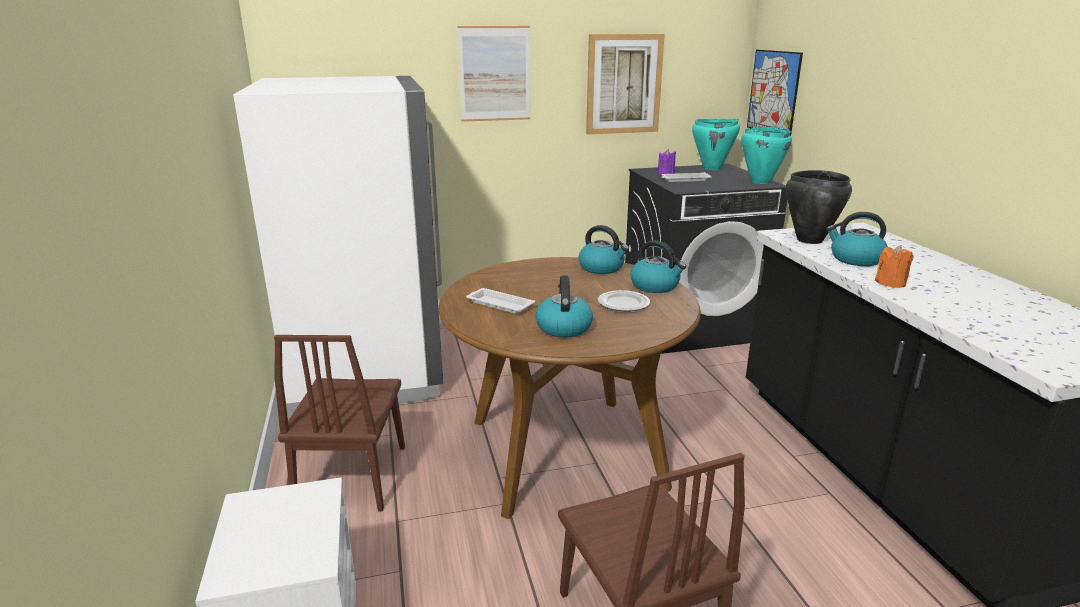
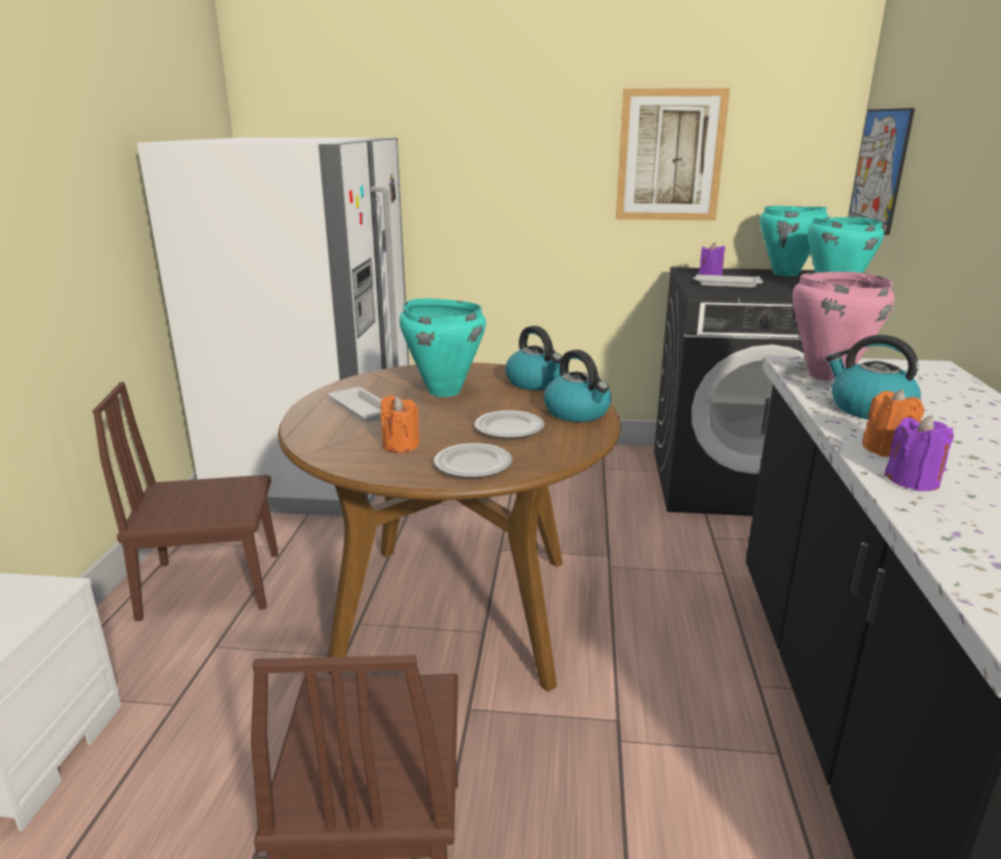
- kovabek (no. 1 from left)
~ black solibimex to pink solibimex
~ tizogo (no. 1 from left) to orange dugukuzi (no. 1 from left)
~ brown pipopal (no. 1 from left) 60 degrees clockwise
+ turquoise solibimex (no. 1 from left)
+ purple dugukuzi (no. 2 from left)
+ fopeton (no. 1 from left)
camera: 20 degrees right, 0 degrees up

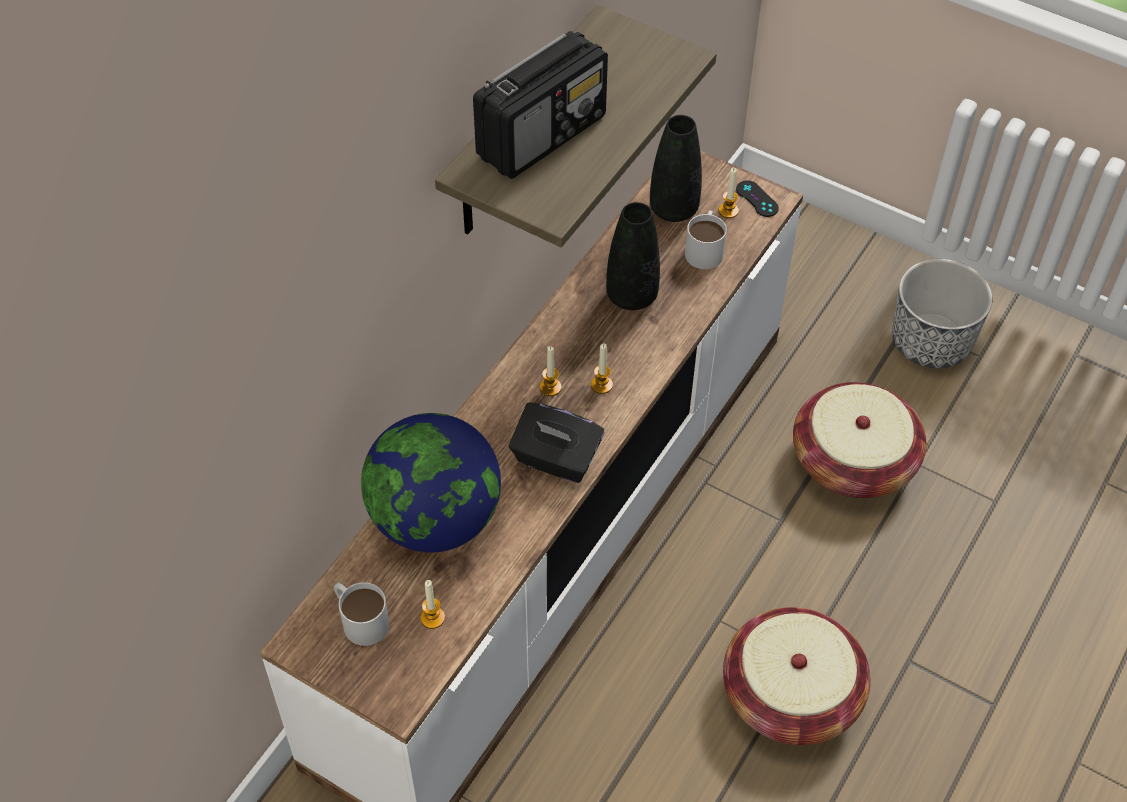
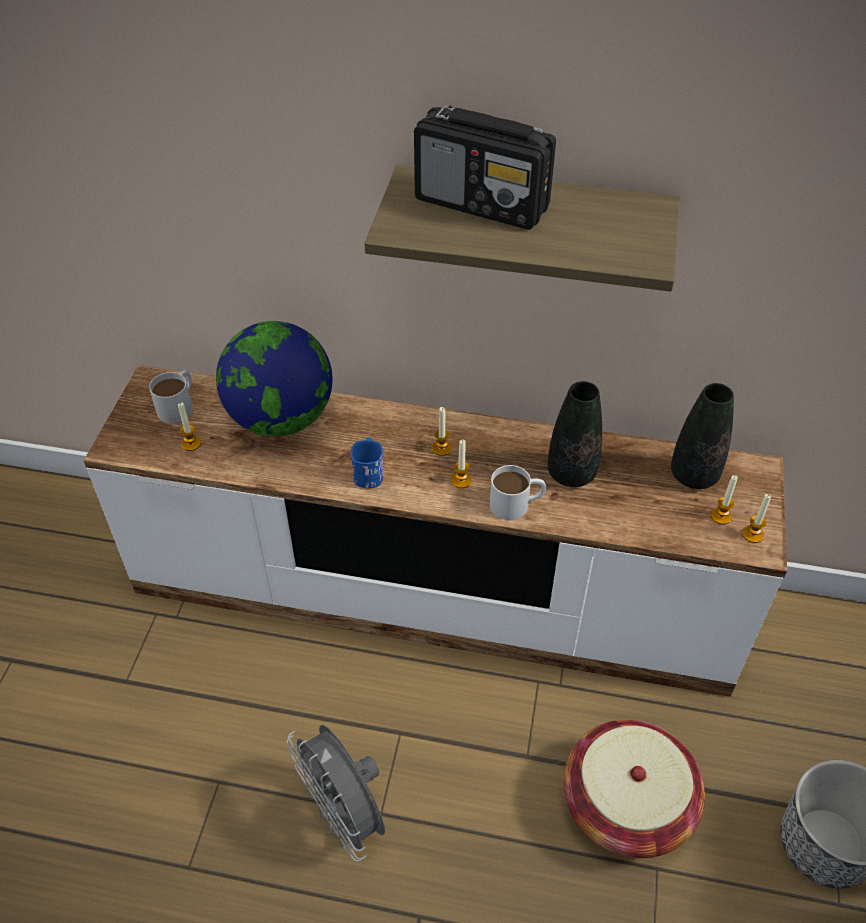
~ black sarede to dugukuzi (no. 5 from left)
~ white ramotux (no. 2 from left)
~ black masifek to blue ramotux
~ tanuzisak (no. 1 from left) to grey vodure
camera: 70 degrees right, 5 degrees down

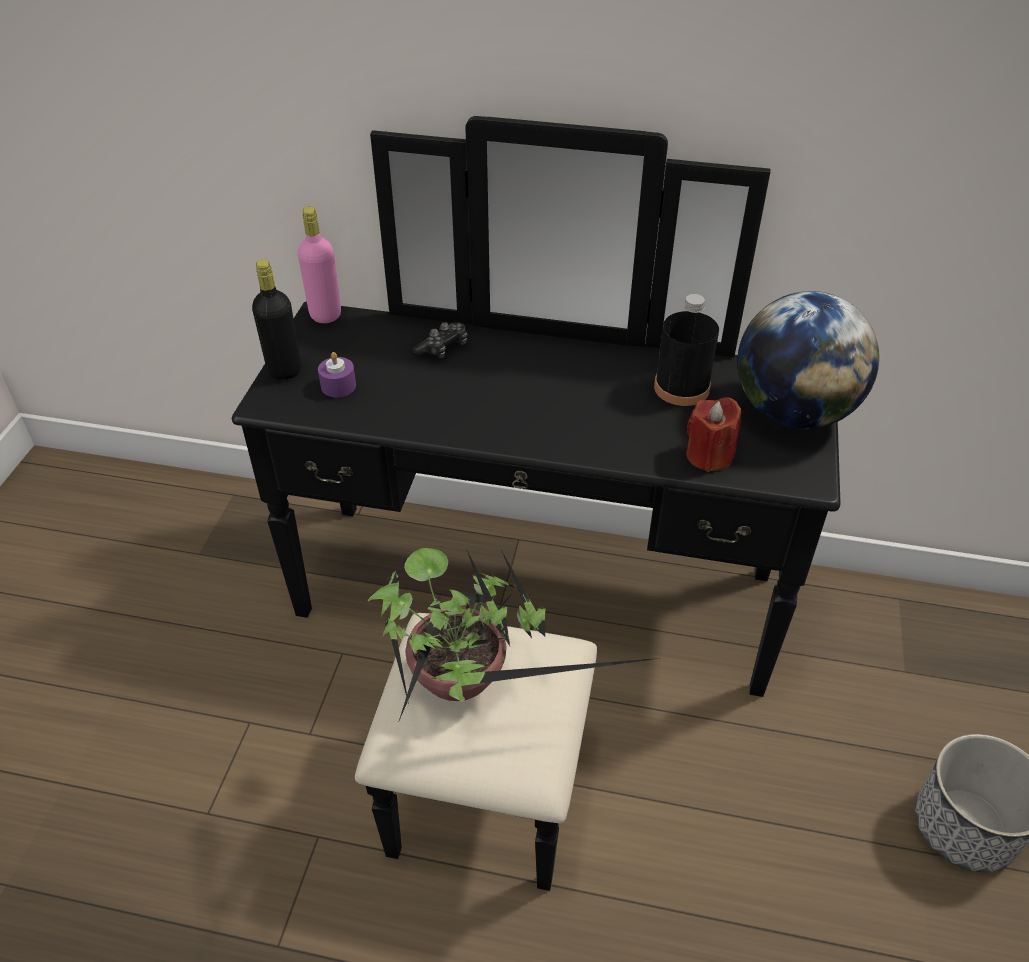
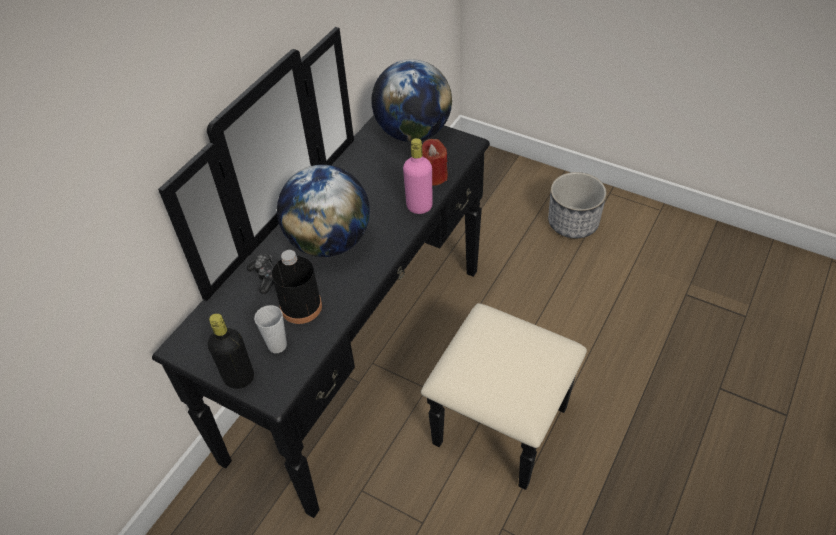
~ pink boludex
~ black boludex (no. 2 from left)
~ purple dugukuzi to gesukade
- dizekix
+ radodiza (no. 1 from left)
camera: 70 degrees left, 5 degrees up

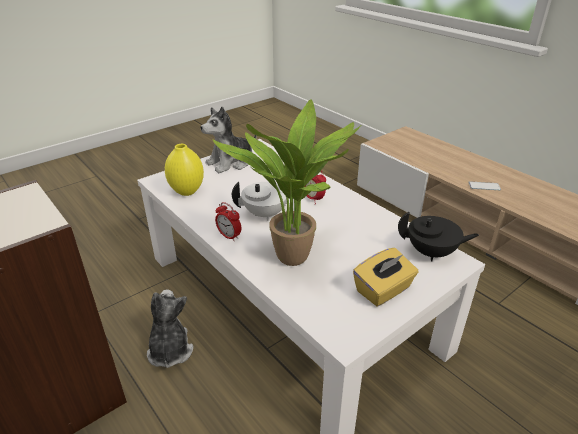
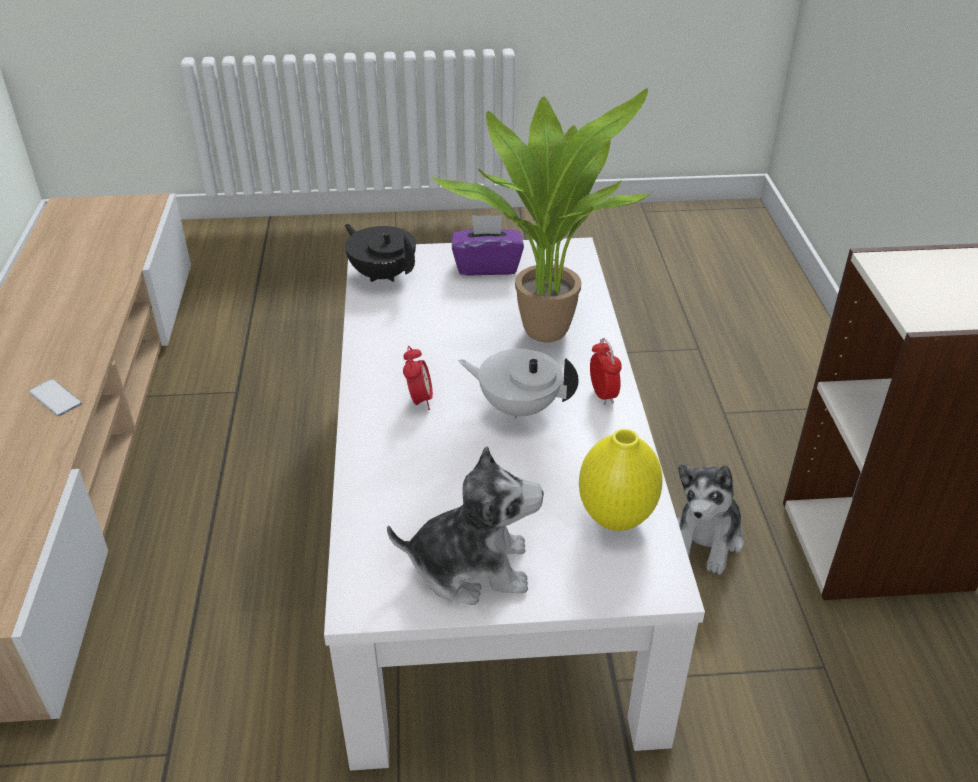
~ yellow masifek to purple masifek
camera: 145 degrees left, 5 degrees up

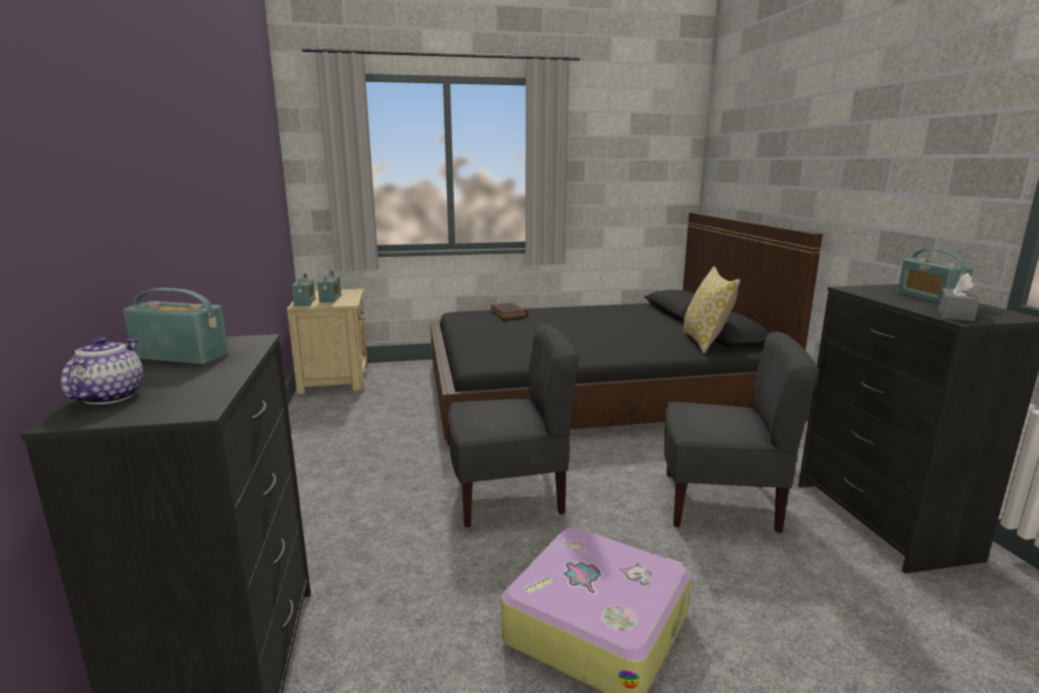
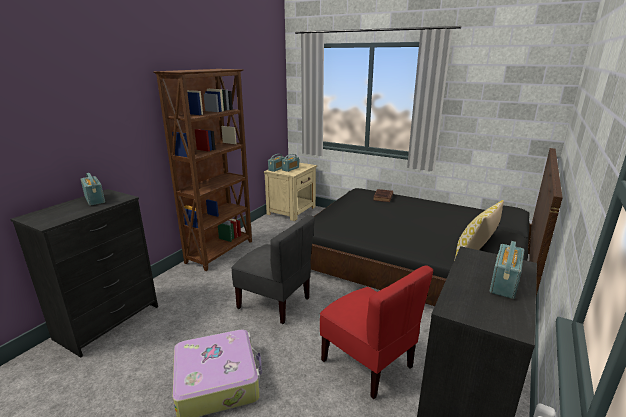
- grey masifek
~ grey pipopal (no. 2 from left) to red pipopal
- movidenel
+ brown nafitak
camera: 40 degrees right, 5 degrees up

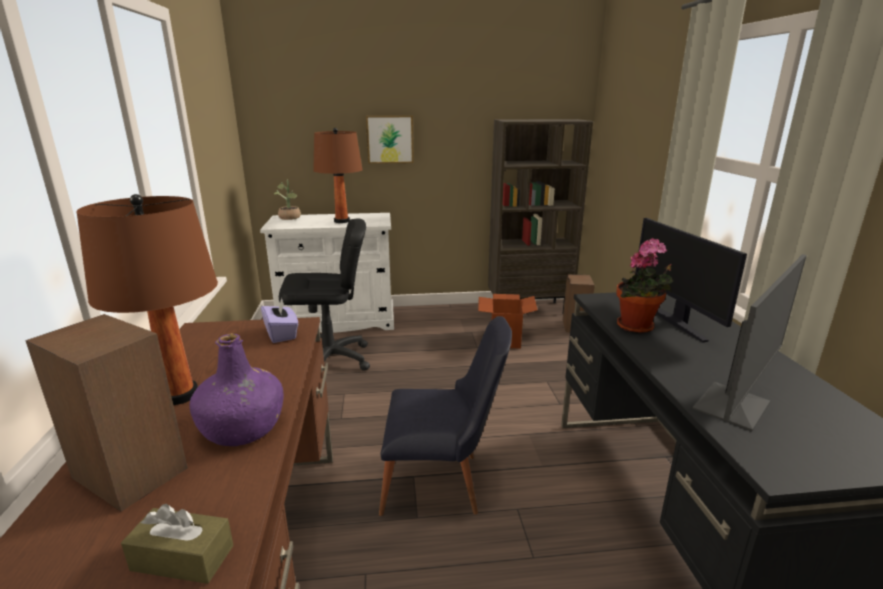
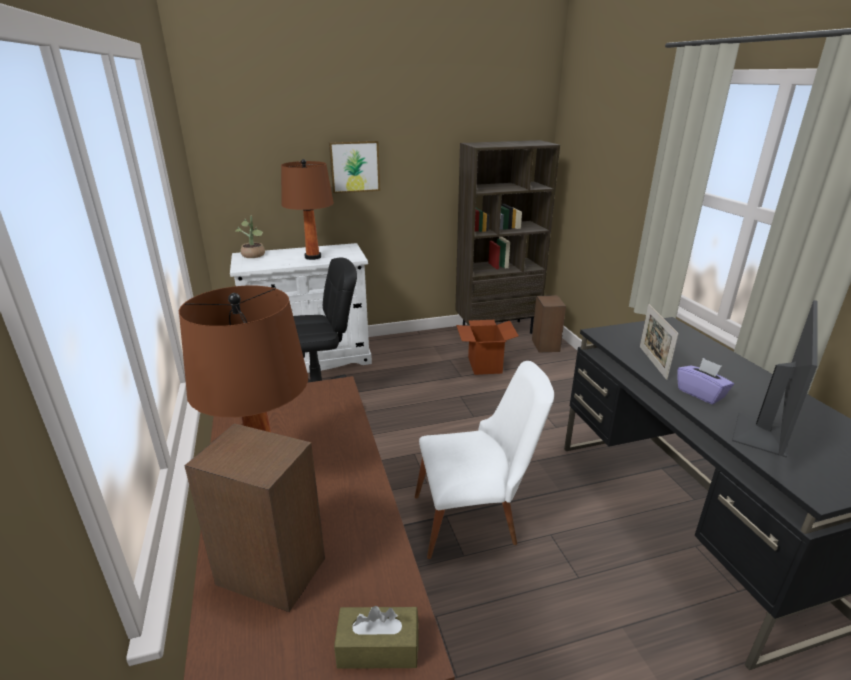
- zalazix (no. 1 from left)
~ dizekix (no. 2 from left) to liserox
~ purple masifek
~ black pipopal to white pipopal
- purple boludex
camera: 10 degrees left, 5 degrees up

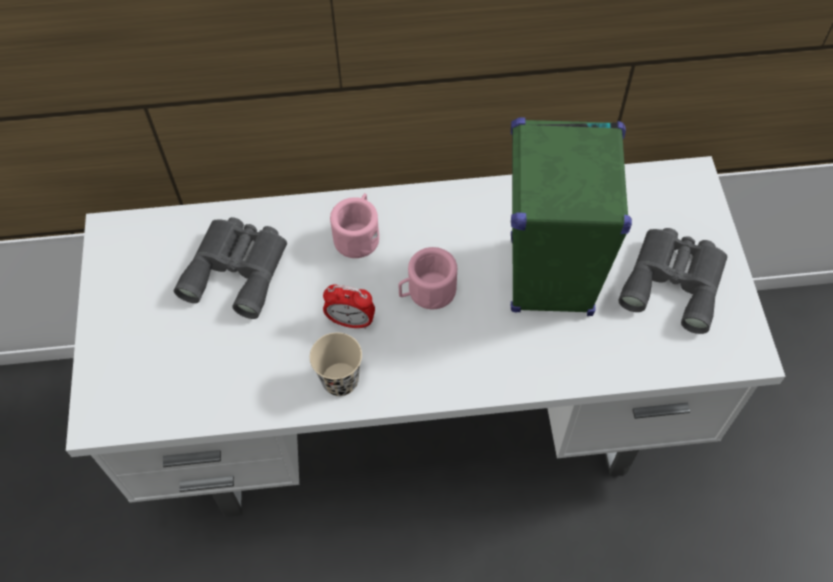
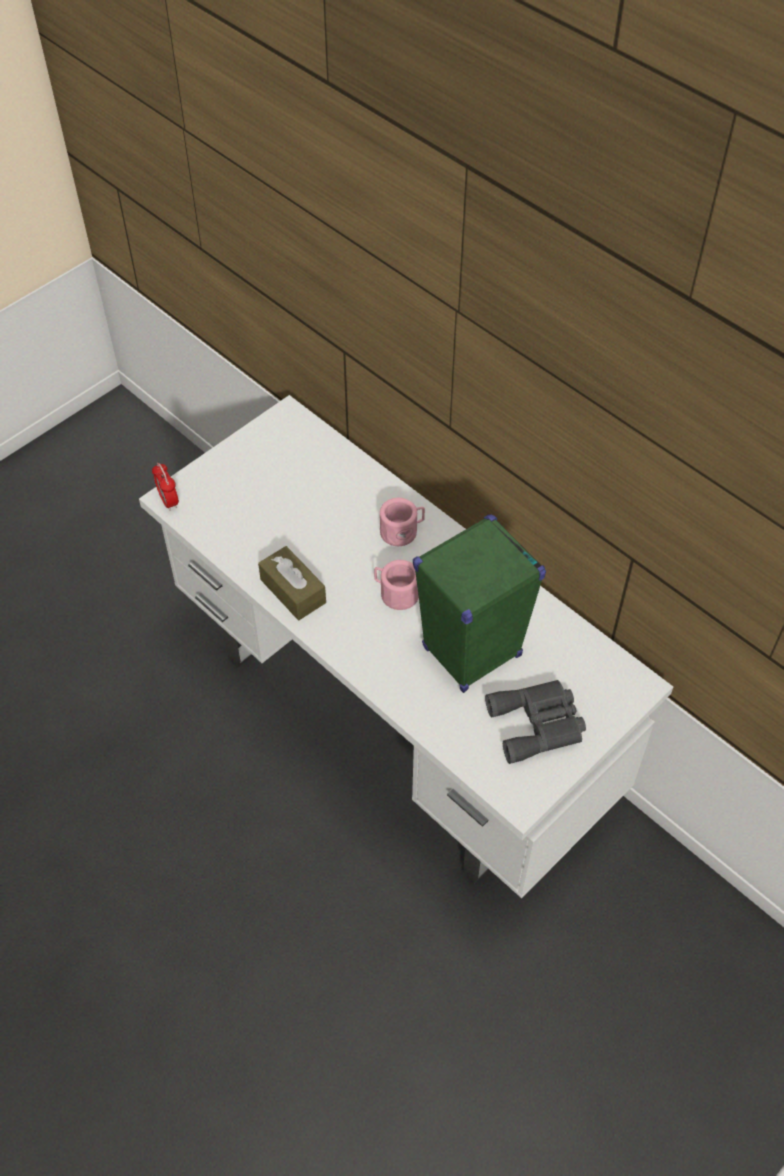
- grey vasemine (no. 1 from left)
~ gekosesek
~ beige gesukade to brown masifek
camera: 50 degrees right, 5 degrees down

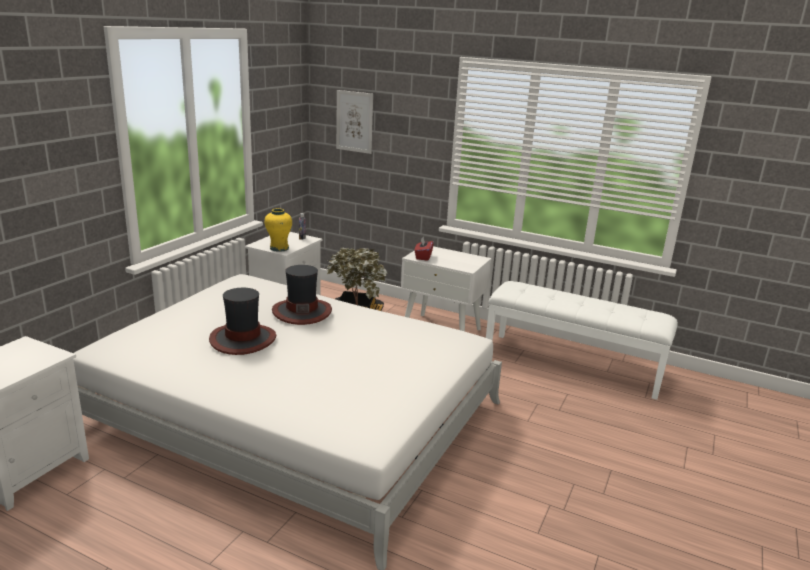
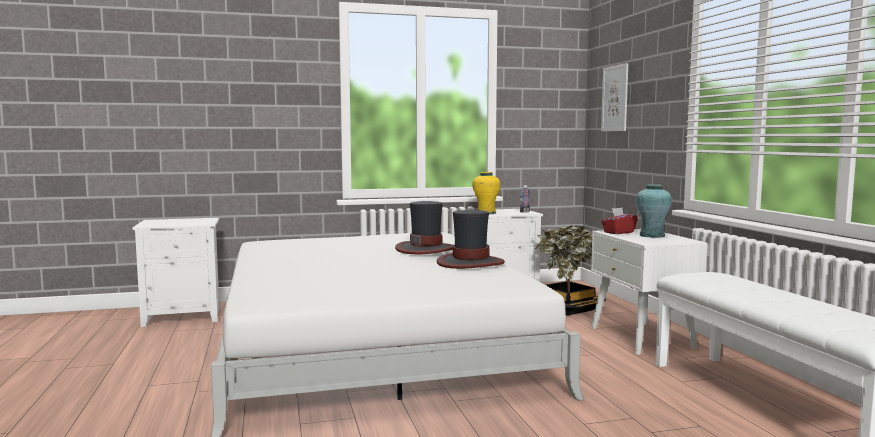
~ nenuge (no. 1 from left in the first image) to nenuge (no. 2 from left)
+ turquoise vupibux
camera: 50 degrees right, 15 degrees down

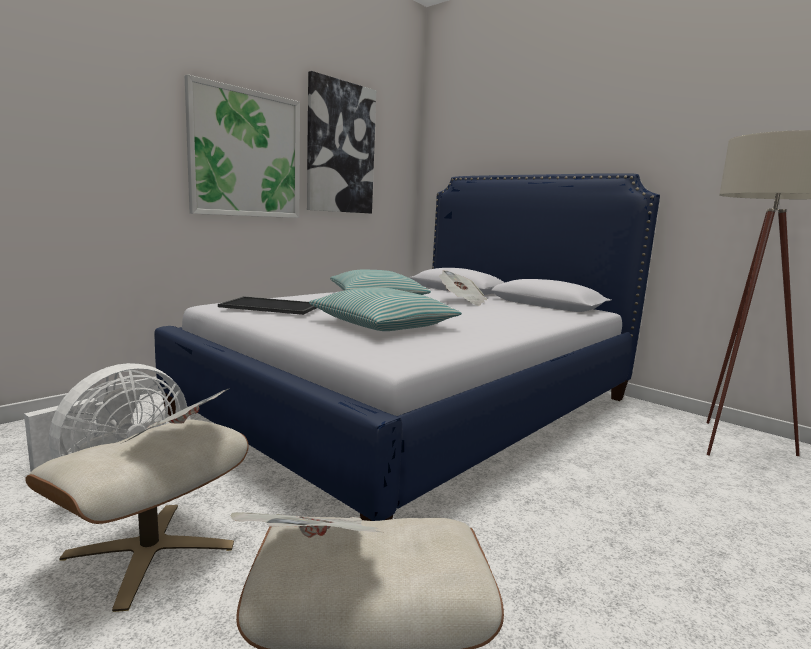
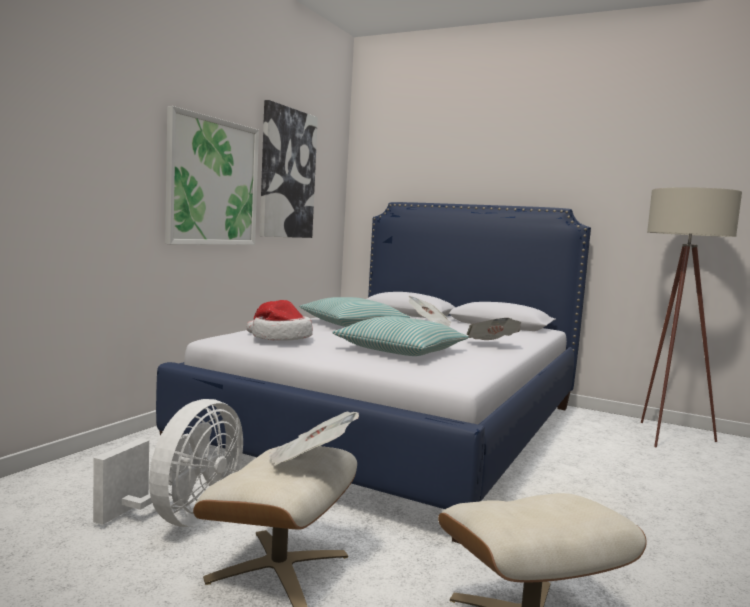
~ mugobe to nenuge
~ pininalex (no. 2 from left in the first image) to pininalex (no. 3 from left)
camera: 15 degrees left, 5 degrees down

